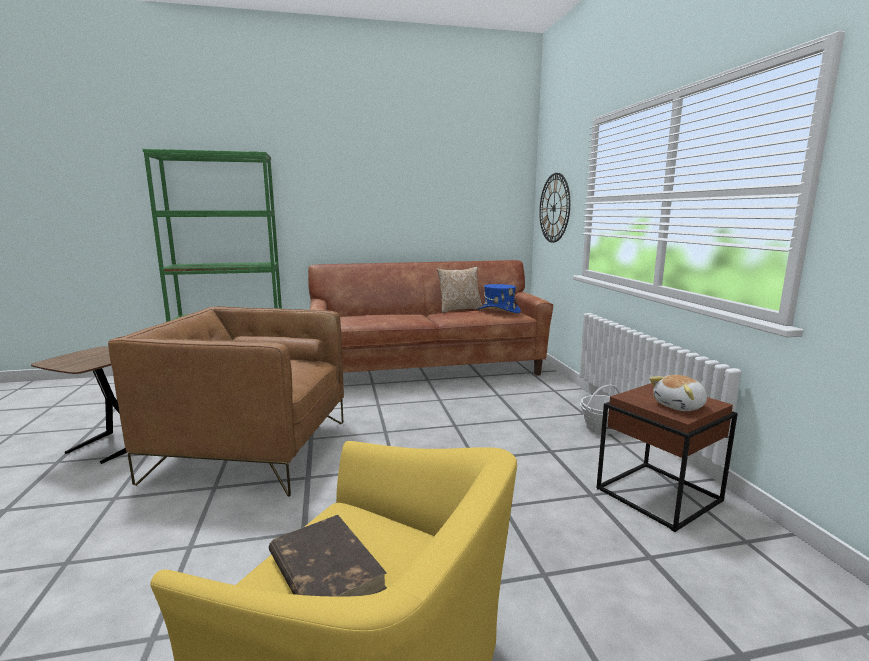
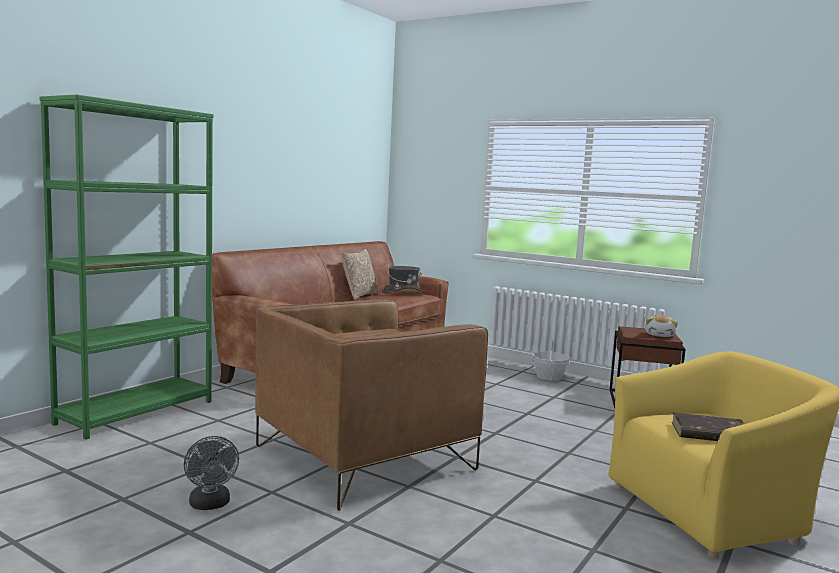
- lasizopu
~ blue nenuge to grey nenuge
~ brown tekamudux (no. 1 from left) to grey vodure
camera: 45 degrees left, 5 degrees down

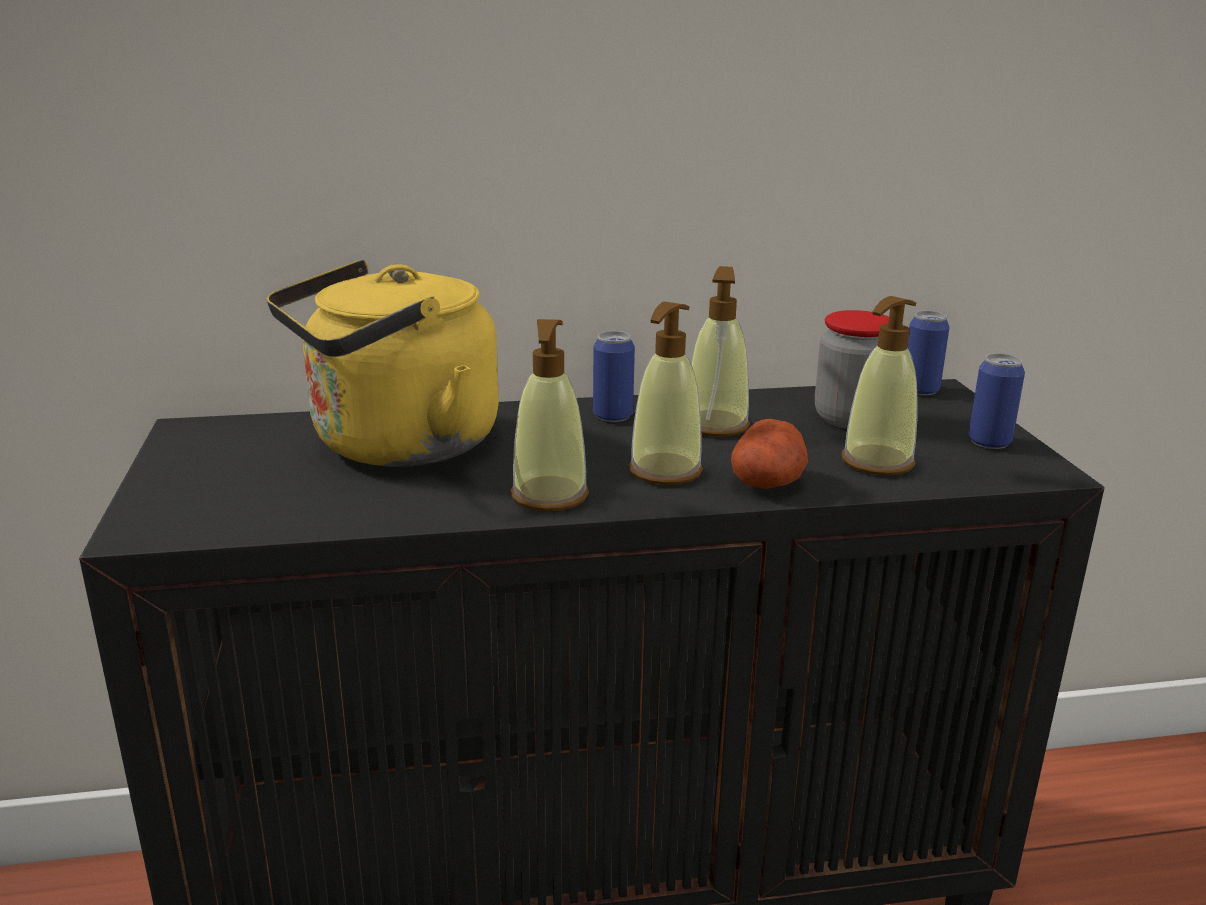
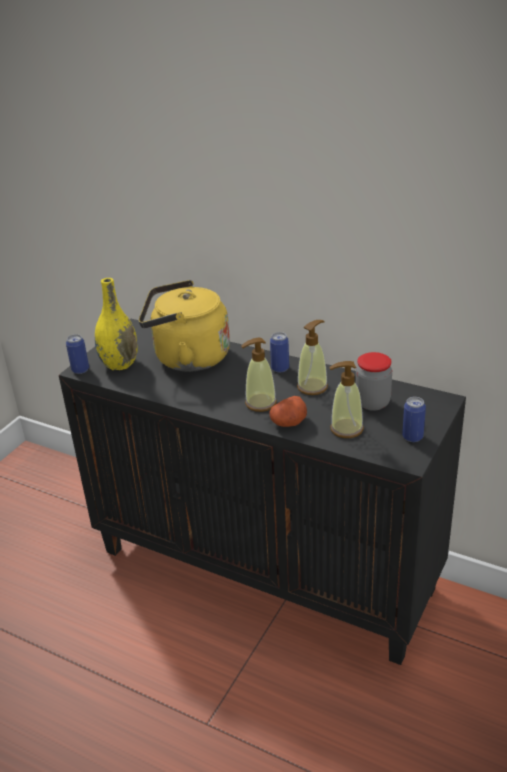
~ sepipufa (no. 2 from left in the first image) to sepipufa (no. 1 from left)
- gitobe (no. 1 from left)
+ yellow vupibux
camera: 40 degrees right, 10 degrees up

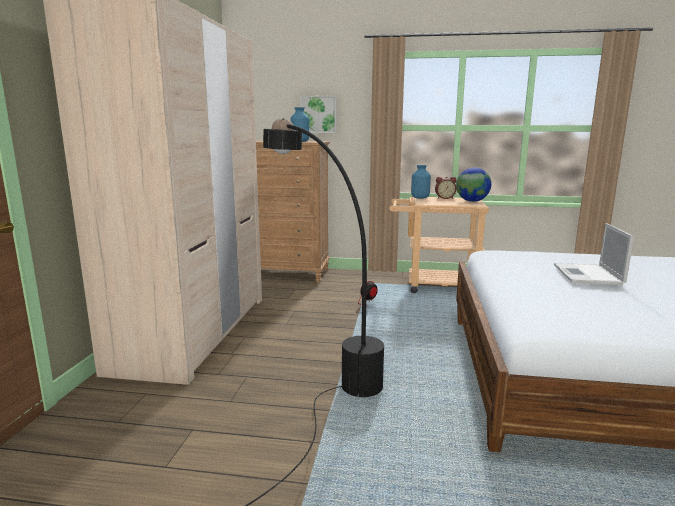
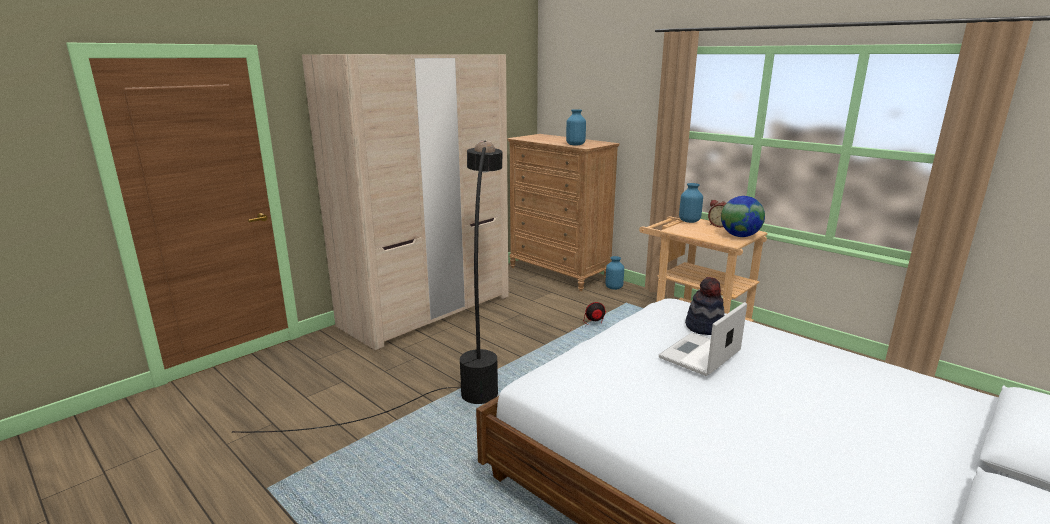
- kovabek
+ blue vupibux (no. 2 from left)
+ nenuge
camera: 35 degrees right, 5 degrees up

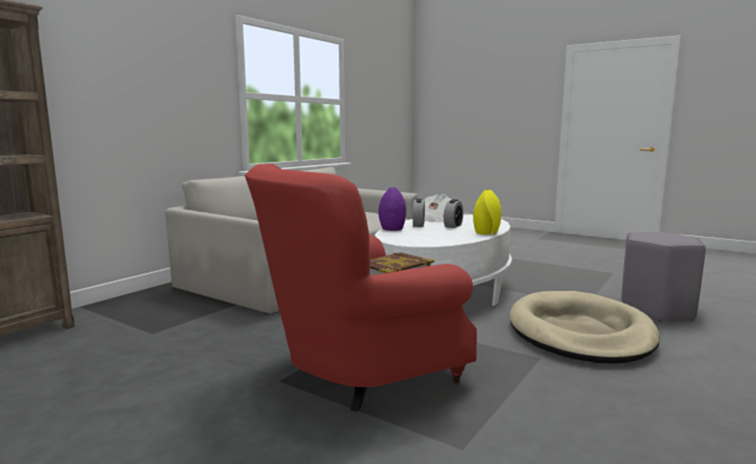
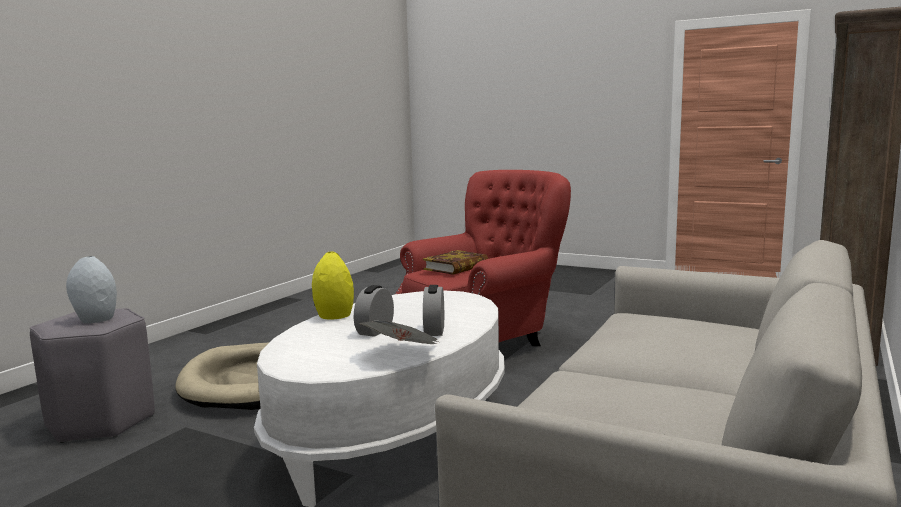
- purple vupibux
+ grey vupibux
camera: 175 degrees right, 0 degrees up

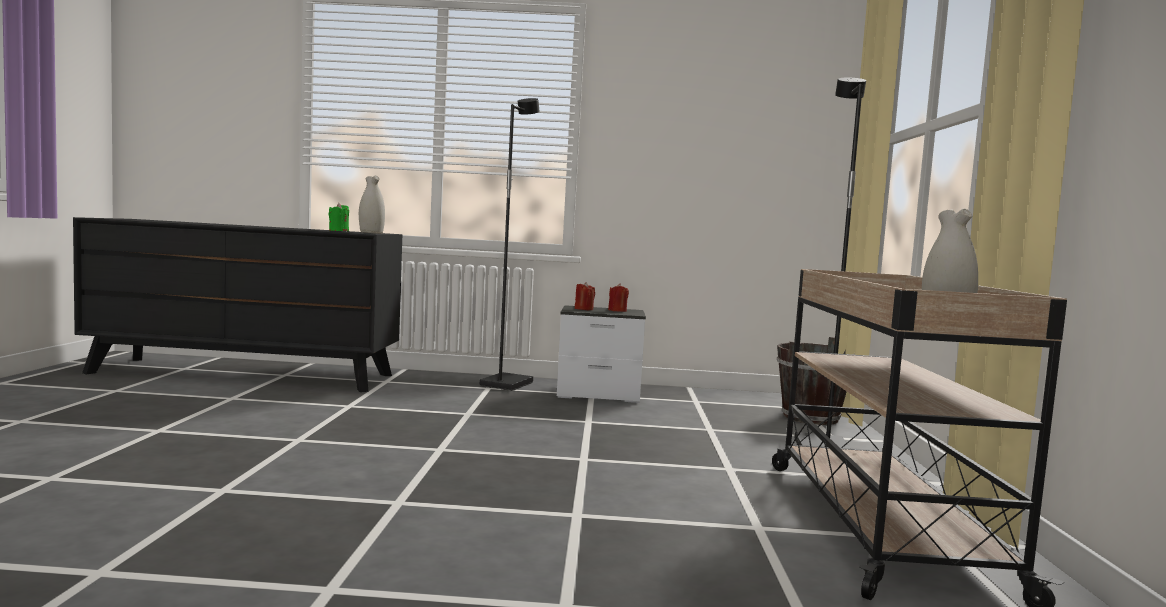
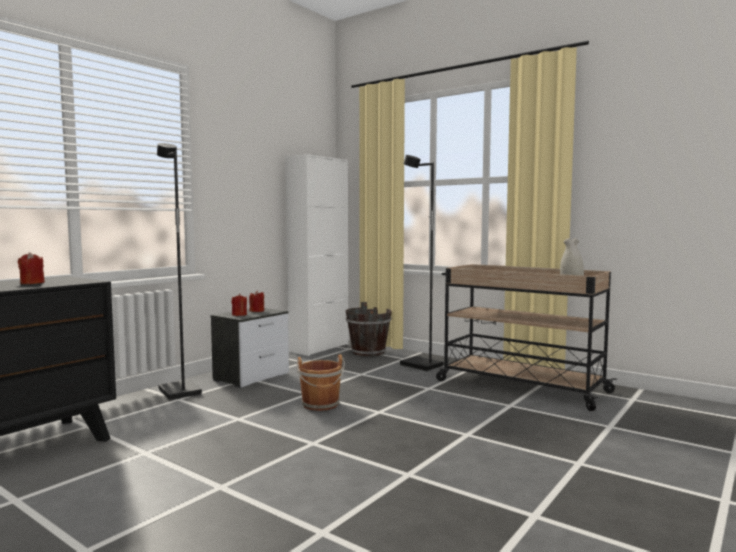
- white vupibux (no. 1 from left)
~ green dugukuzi to red dugukuzi (no. 1 from left)
+ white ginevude
+ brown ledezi (no. 1 from left)
camera: 55 degrees left, 0 degrees up

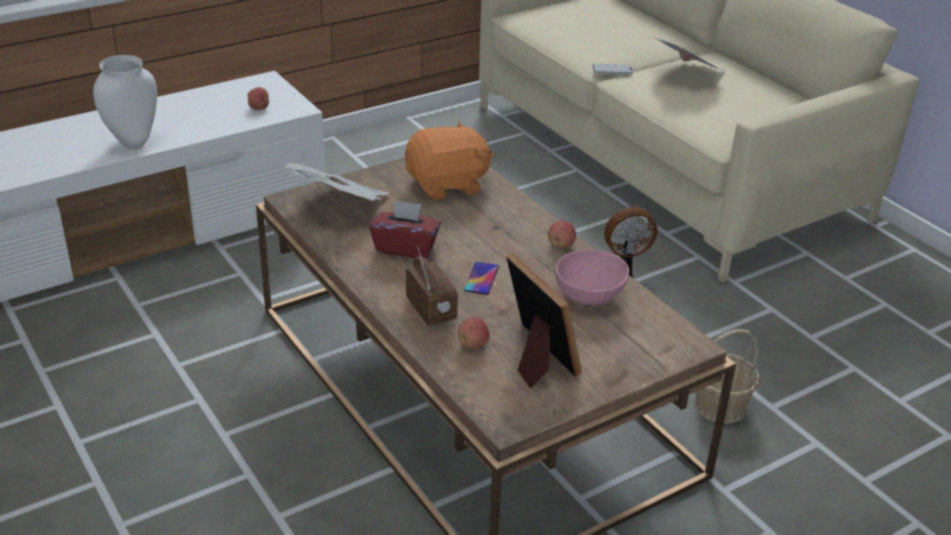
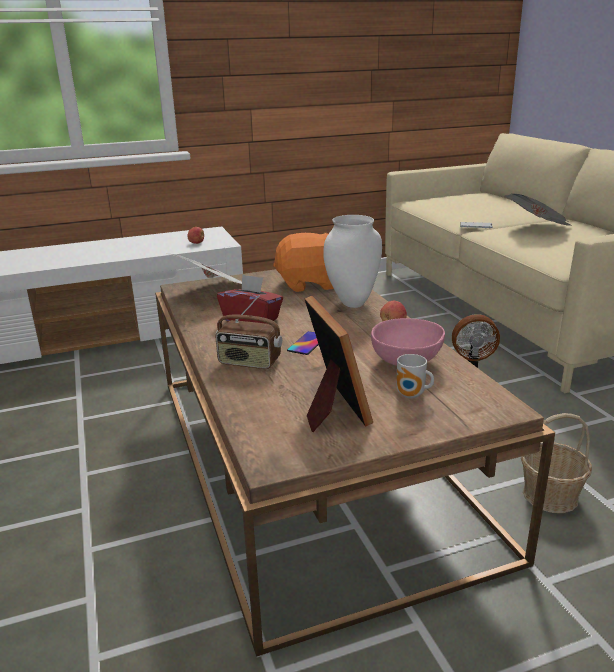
~ white vupibux
~ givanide 120 degrees clockwise
- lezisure (no. 2 from left)
+ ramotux
camera: 15 degrees right, 10 degrees down

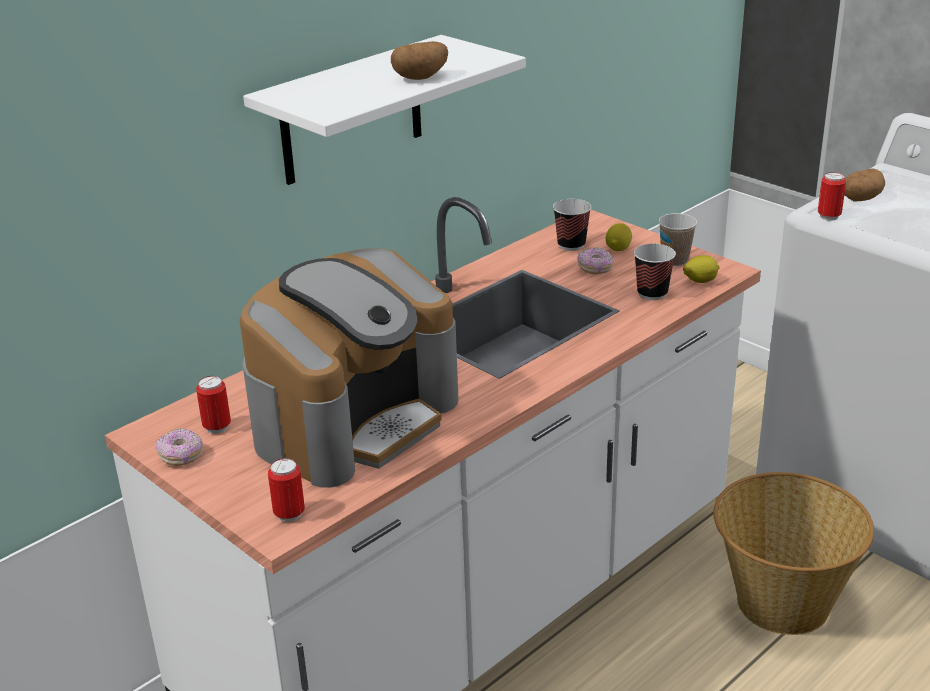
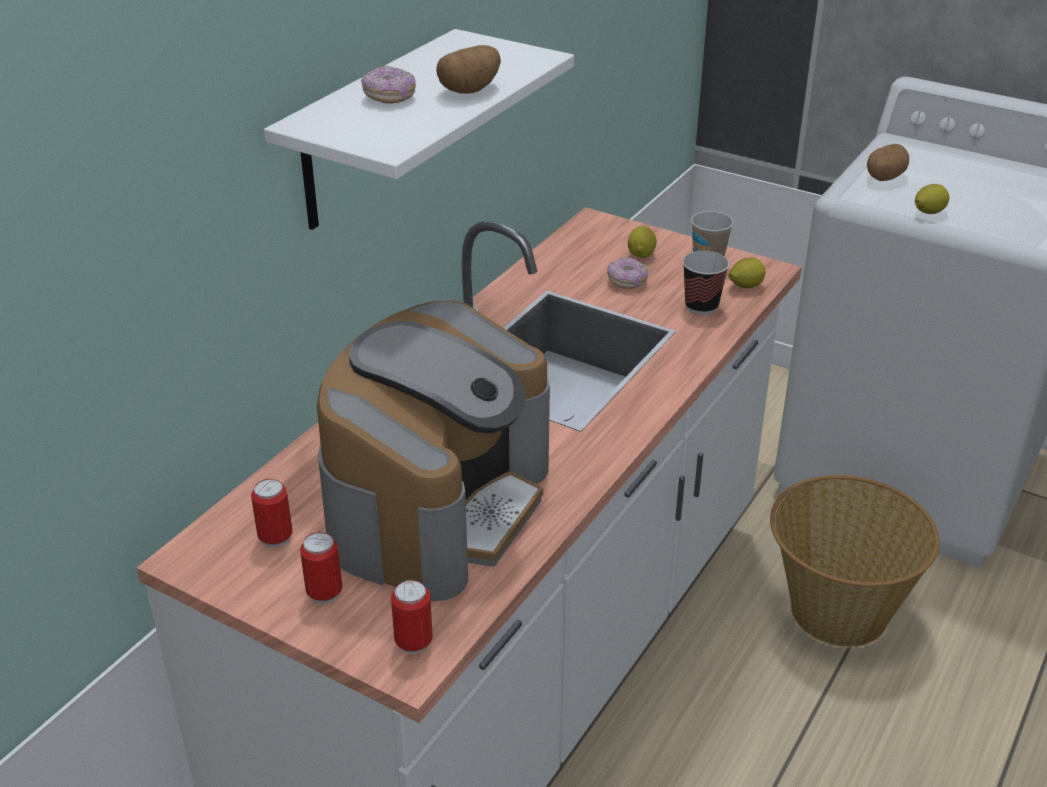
~ sepipufa (no. 3 from left in the first image) to sepipufa (no. 2 from left)
- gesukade (no. 1 from left)
~ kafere (no. 1 from left)
+ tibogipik (no. 3 from left)
camera: 15 degrees left, 5 degrees up

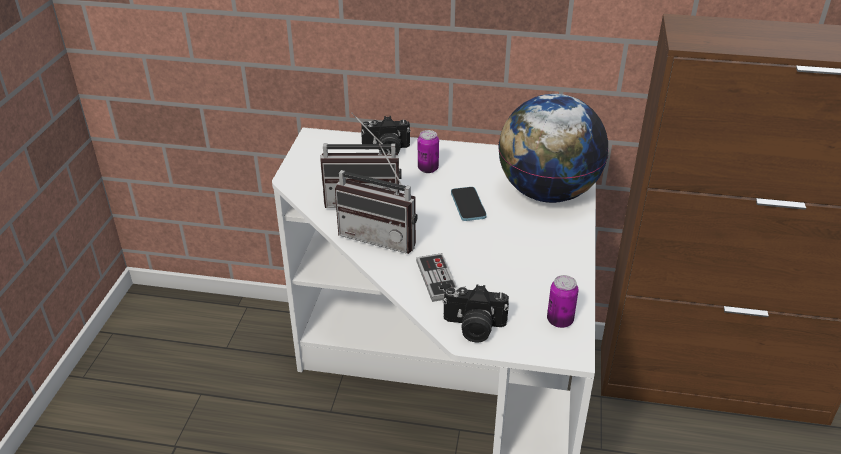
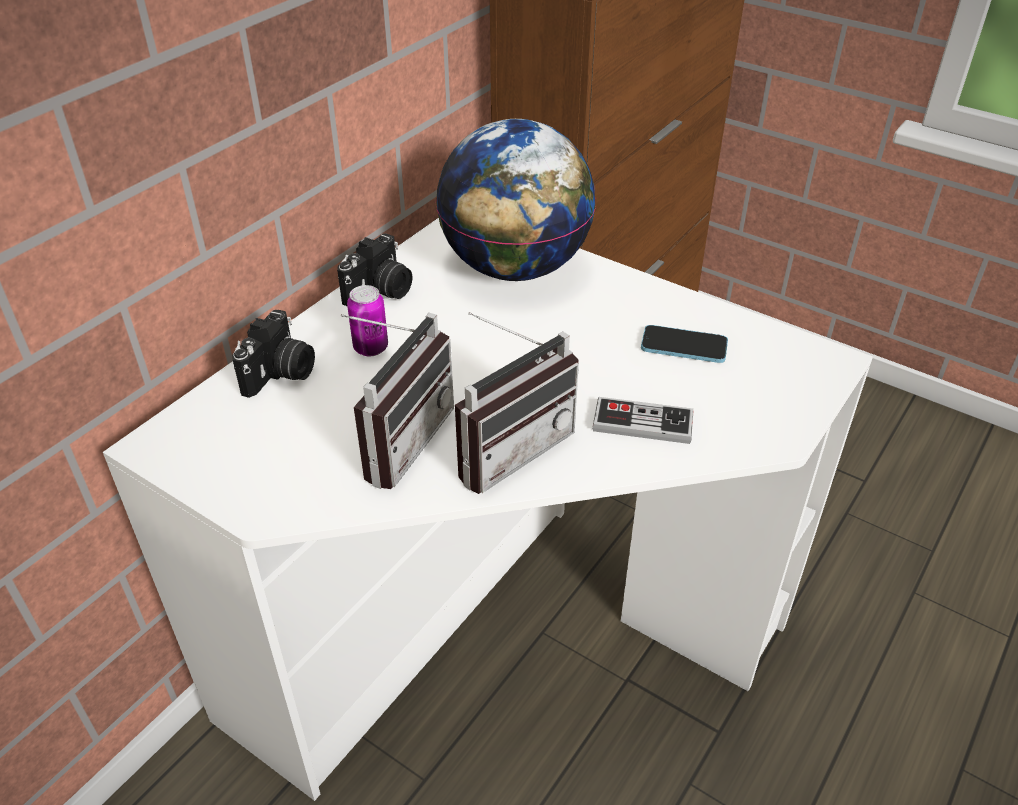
~ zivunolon
- sepipufa (no. 2 from left)
~ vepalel (no. 2 from left)
camera: 65 degrees left, 5 degrees up

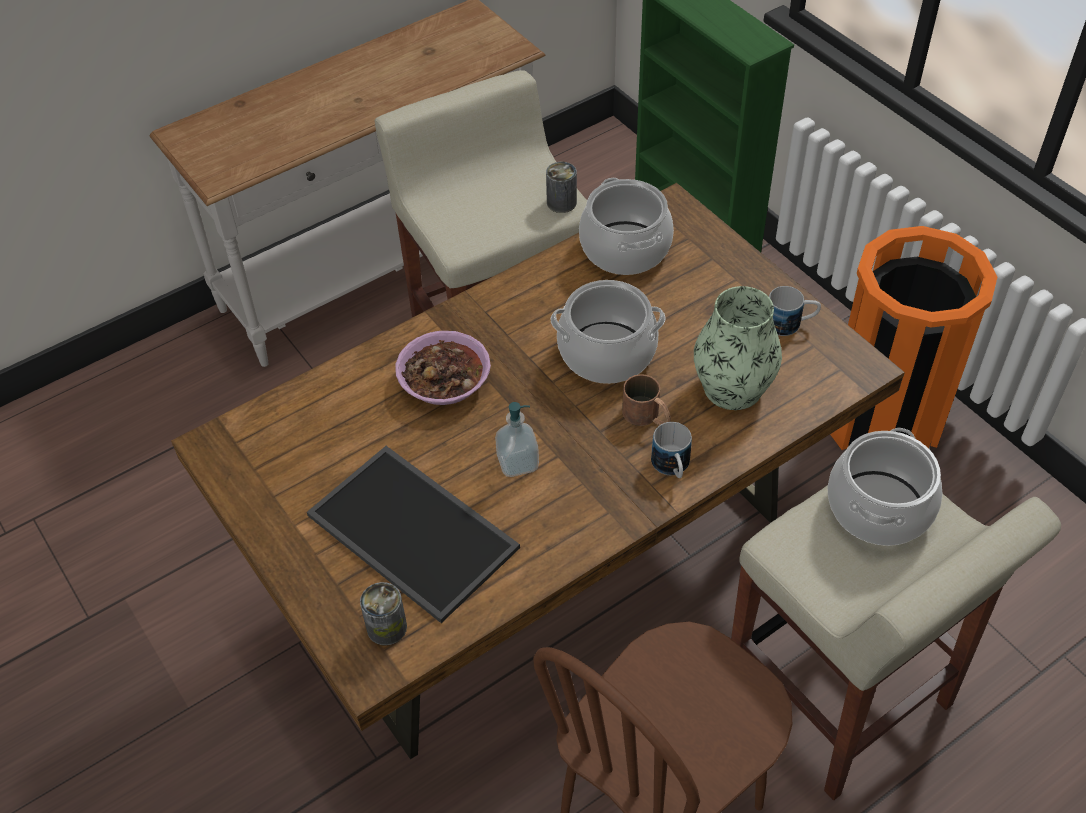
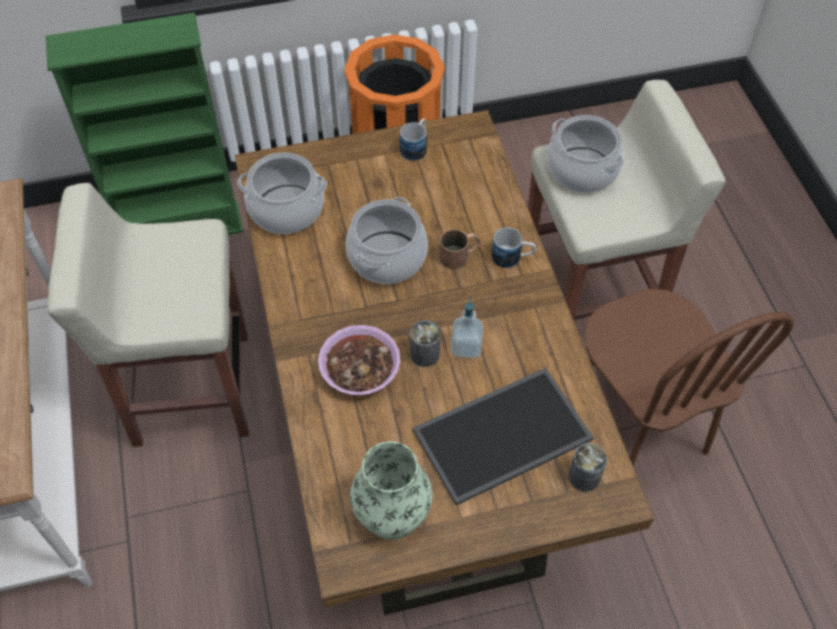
~ sepipufa (no. 2 from left in the first image) to sepipufa (no. 1 from left)
~ vupibux
camera: 70 degrees left, 5 degrees up

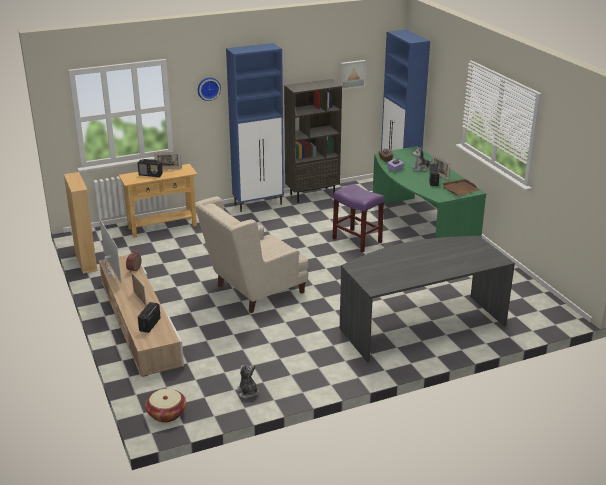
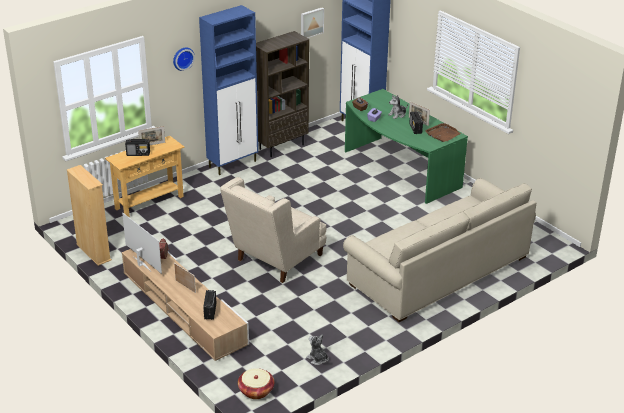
- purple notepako
~ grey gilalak to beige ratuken
camera: 15 degrees left, 5 degrees up

